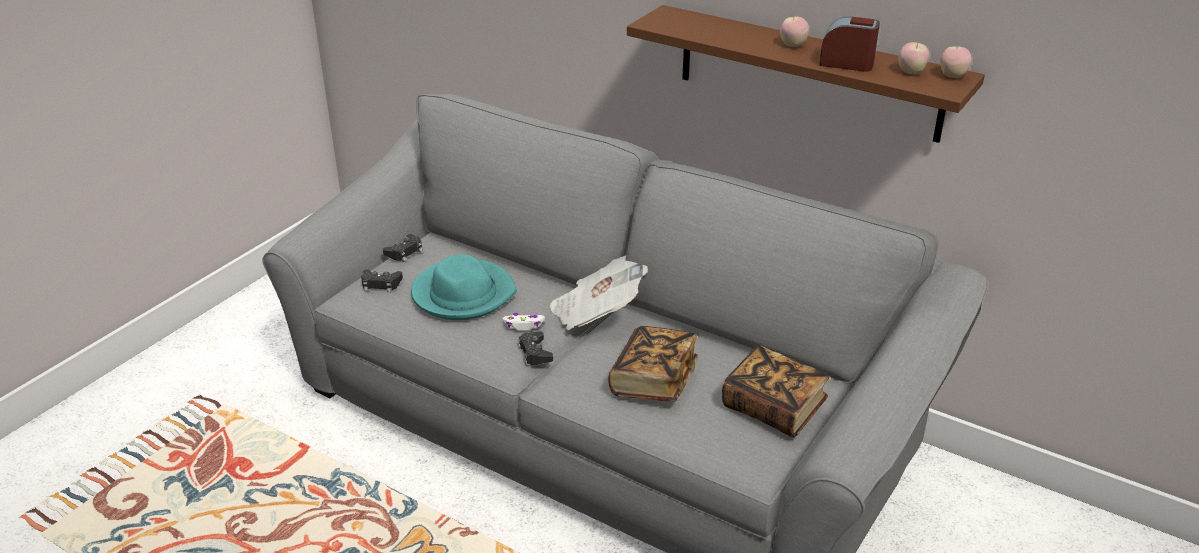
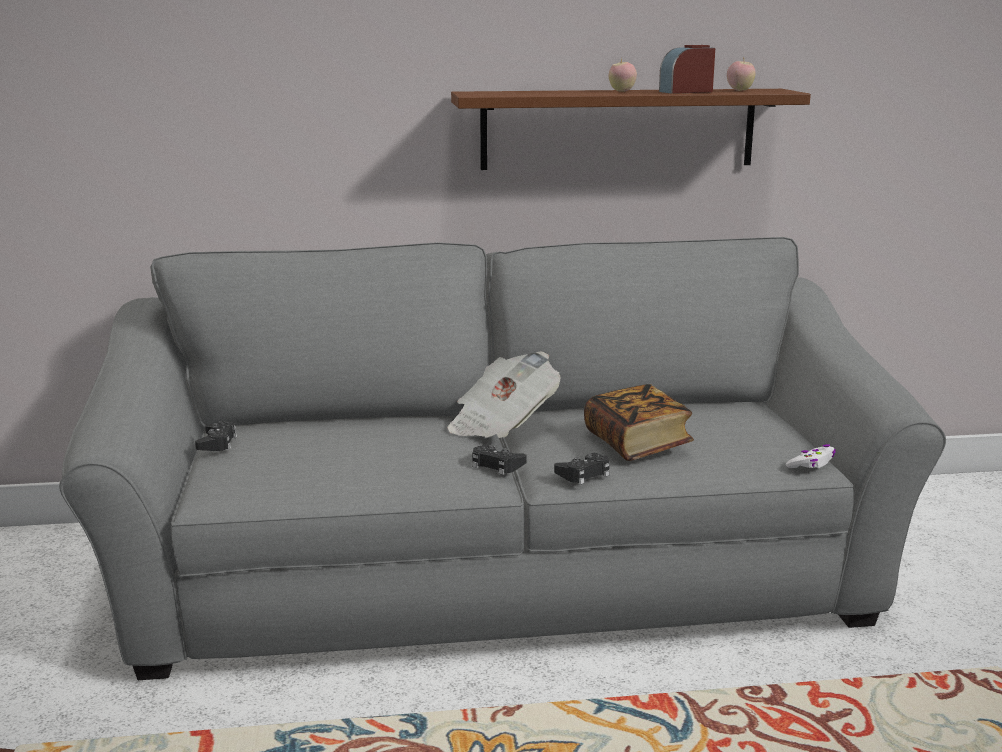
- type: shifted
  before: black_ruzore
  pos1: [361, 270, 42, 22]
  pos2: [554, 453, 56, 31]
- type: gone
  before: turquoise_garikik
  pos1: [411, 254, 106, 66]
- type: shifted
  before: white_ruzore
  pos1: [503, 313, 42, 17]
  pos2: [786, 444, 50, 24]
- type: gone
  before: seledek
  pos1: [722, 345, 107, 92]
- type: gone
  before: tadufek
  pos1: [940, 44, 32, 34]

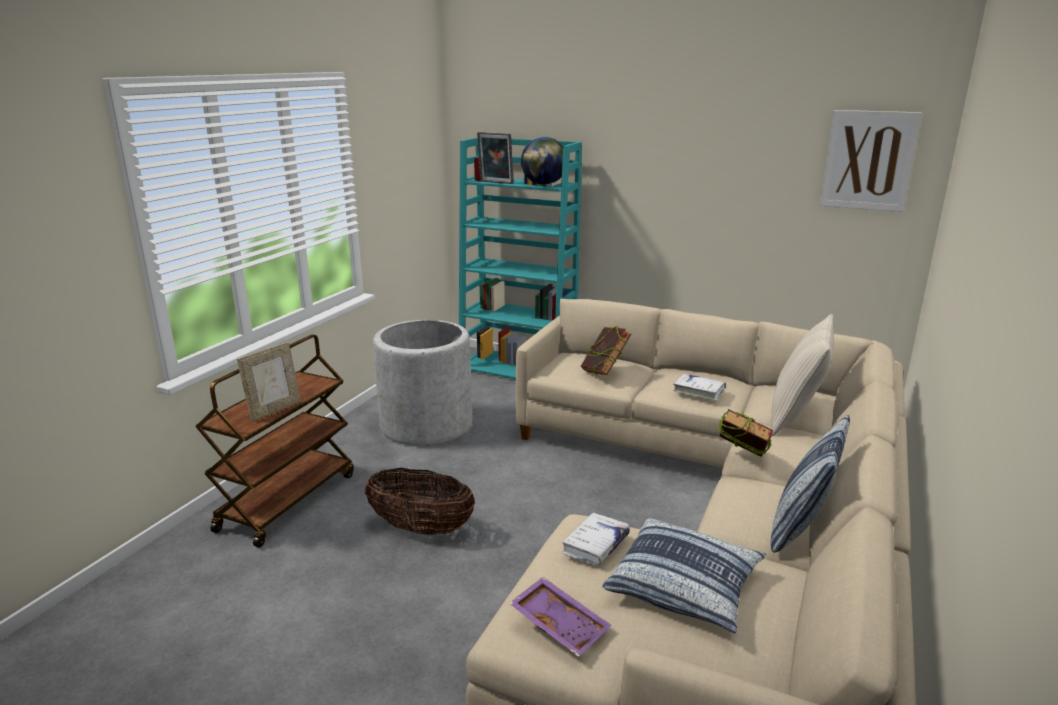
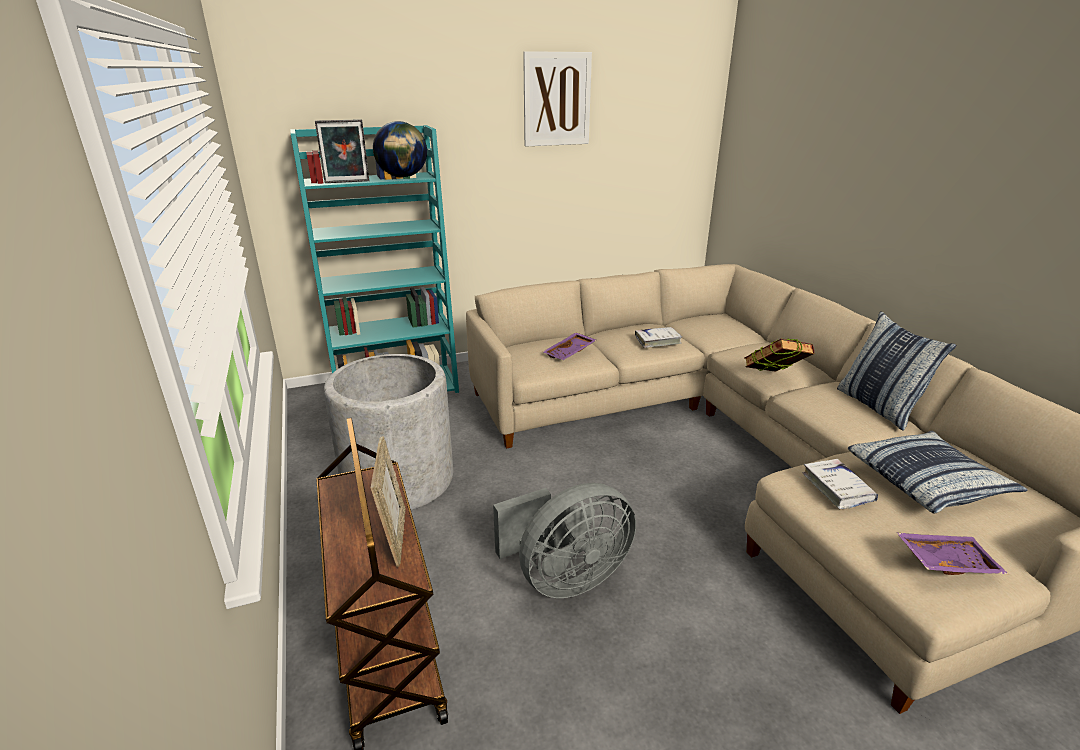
- type: swapped
  before: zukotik
  after: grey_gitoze
  pos1: [365, 468, 110, 67]
  pos2: [493, 483, 143, 115]
- type: swapped
  before: seledek
  after: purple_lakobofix
  pos1: [580, 326, 51, 49]
  pos2: [543, 332, 53, 28]
- type: gone
  before: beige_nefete
  pos1: [771, 314, 63, 122]
- type: shifted
  before: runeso
  pos1: [820, 110, 102, 102]
  pos2: [523, 51, 69, 96]

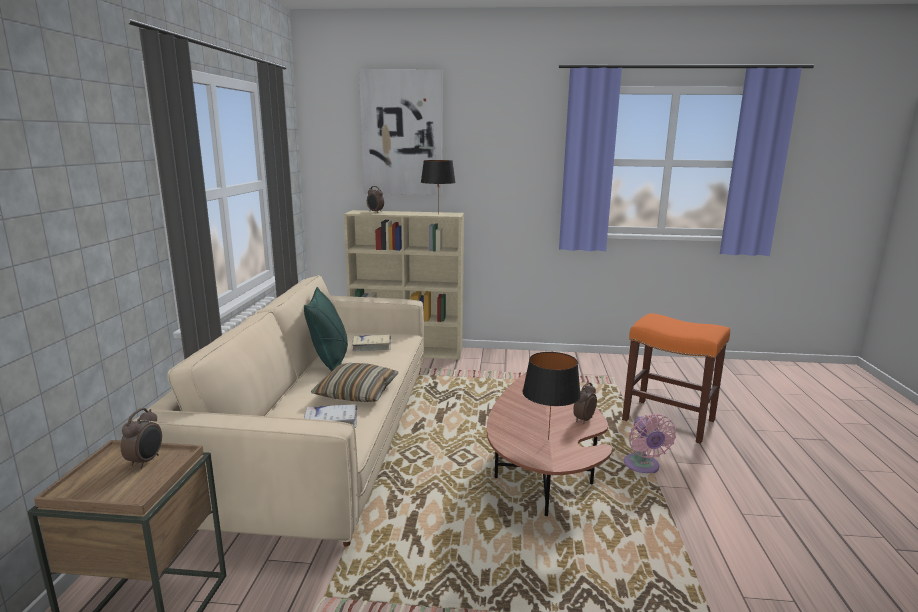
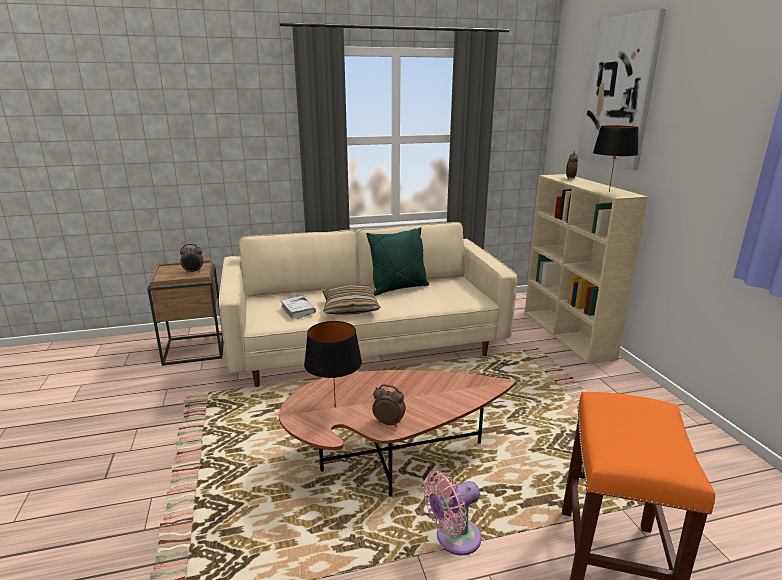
- type: gone
  before: beige_seledek
  pos1: [352, 335, 39, 16]

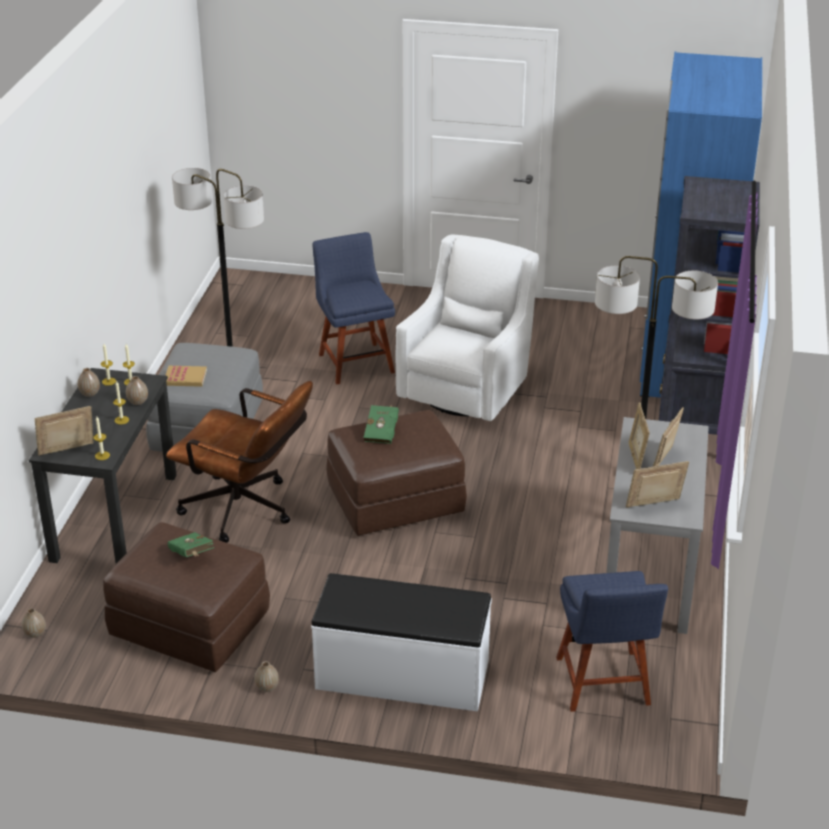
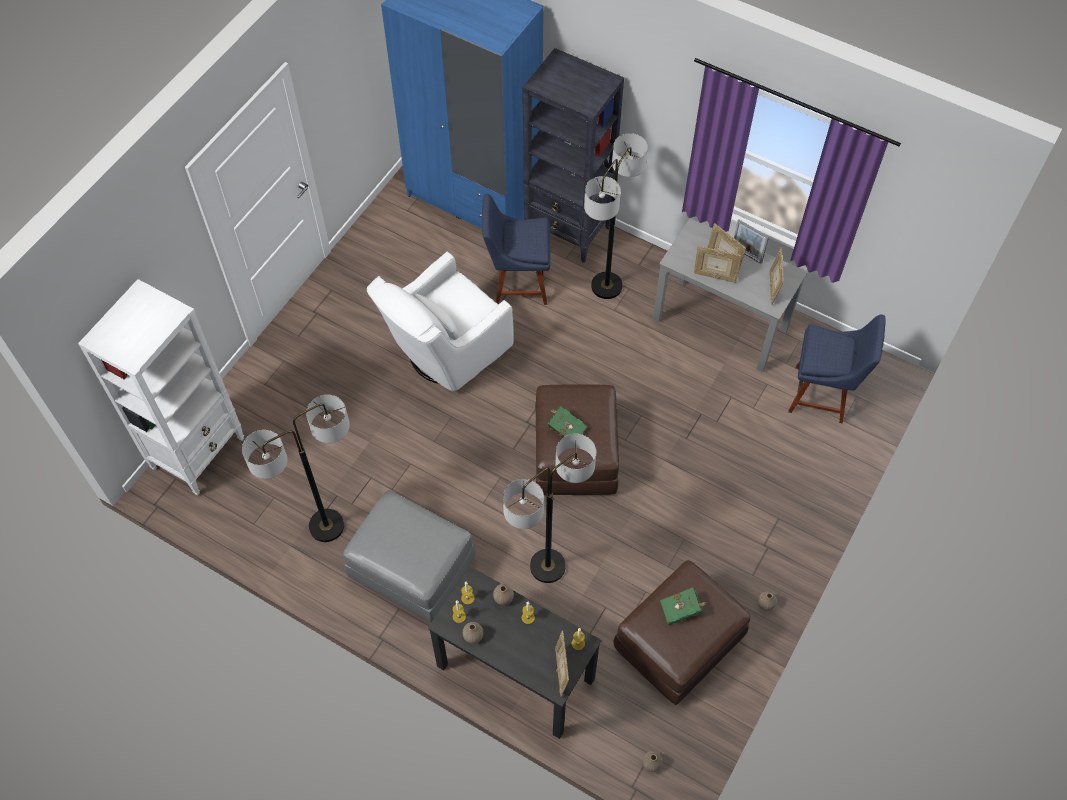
- type: gone
  before: seledek
  pos1: [165, 366, 42, 21]
- type: swapped
  before: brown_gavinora
  after: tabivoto
  pos1: [166, 381, 147, 162]
  pos2: [503, 434, 93, 149]
- type: gone
  before: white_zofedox
  pos1: [311, 573, 181, 138]
- type: shifted
  before: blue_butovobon
  pos1: [312, 232, 83, 152]
  pos2: [482, 194, 68, 111]
- type: rotated
  before: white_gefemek
  pos1: [396, 234, 143, 187]
  pos2: [367, 251, 147, 141]
  turn: -90
- type: new
  after: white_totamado
  pos2: [78, 279, 166, 217]
- type: new
  after: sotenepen
  pos2: [734, 220, 35, 44]

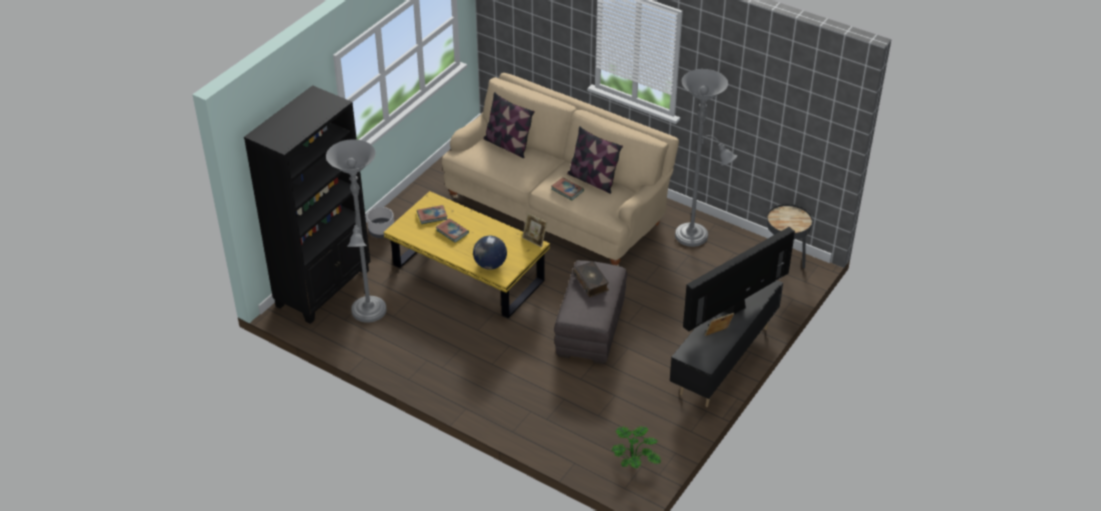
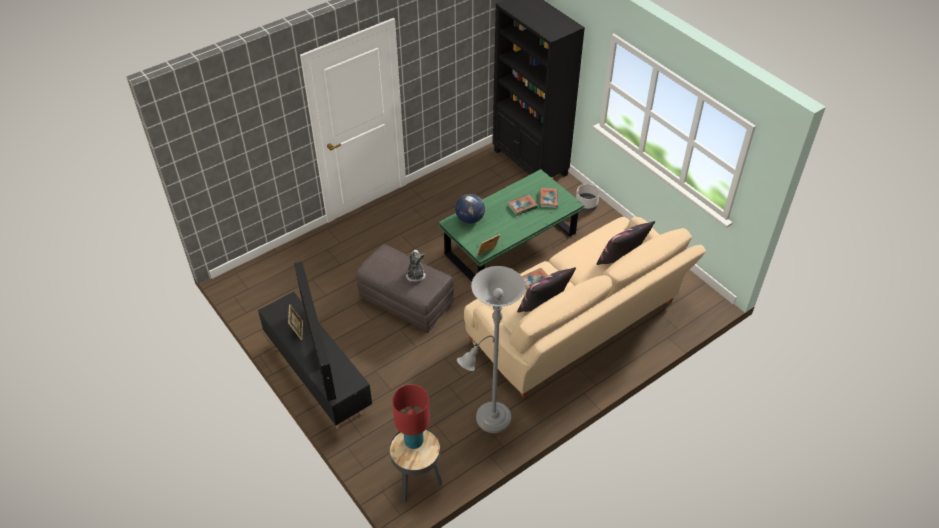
- type: gone
  before: grey_tabivoto
  pos1: [326, 139, 61, 184]
- type: repainted
  before: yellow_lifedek
  after: green_lifedek
  pos1: [384, 191, 166, 127]
  pos2: [438, 169, 147, 112]
- type: swapped
  before: seledek
  after: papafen
  pos1: [573, 261, 36, 36]
  pos2: [406, 250, 20, 32]
- type: gone
  before: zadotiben
  pos1: [612, 426, 49, 43]
- type: new
  after: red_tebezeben
  pos2: [392, 384, 38, 65]

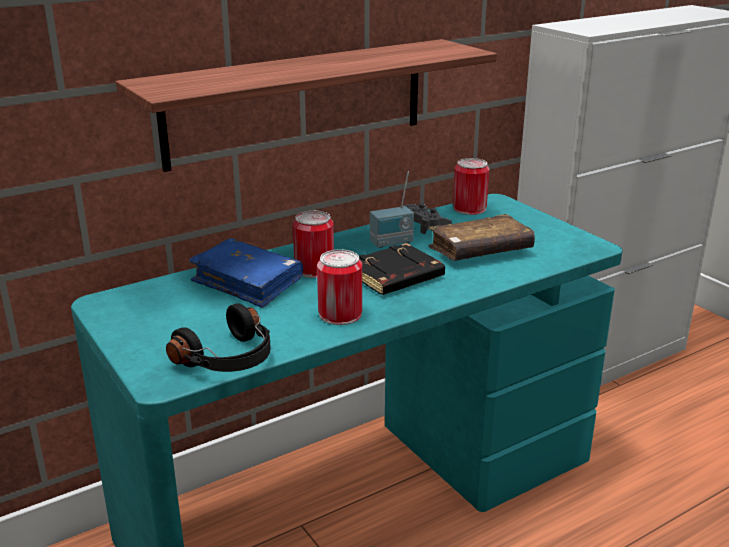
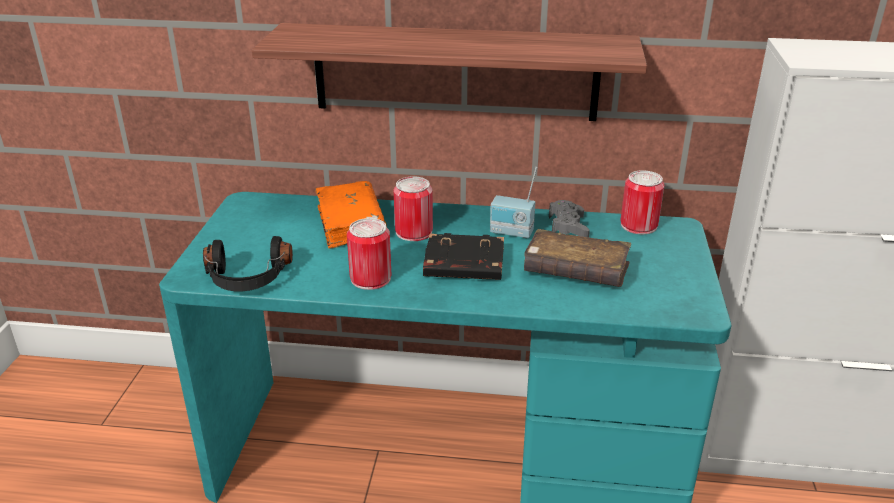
- type: repainted
  before: blue_seledek
  after: orange_seledek
  pos1: [189, 239, 114, 69]
  pos2: [315, 181, 72, 68]

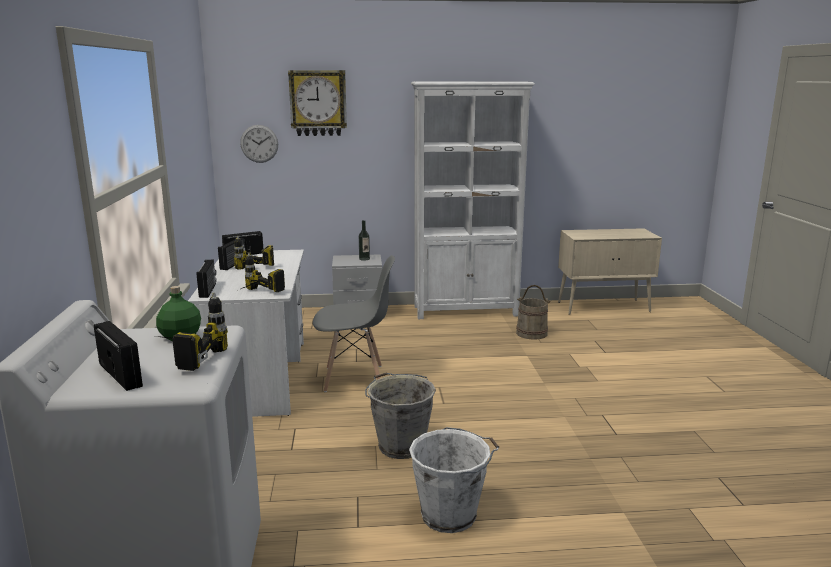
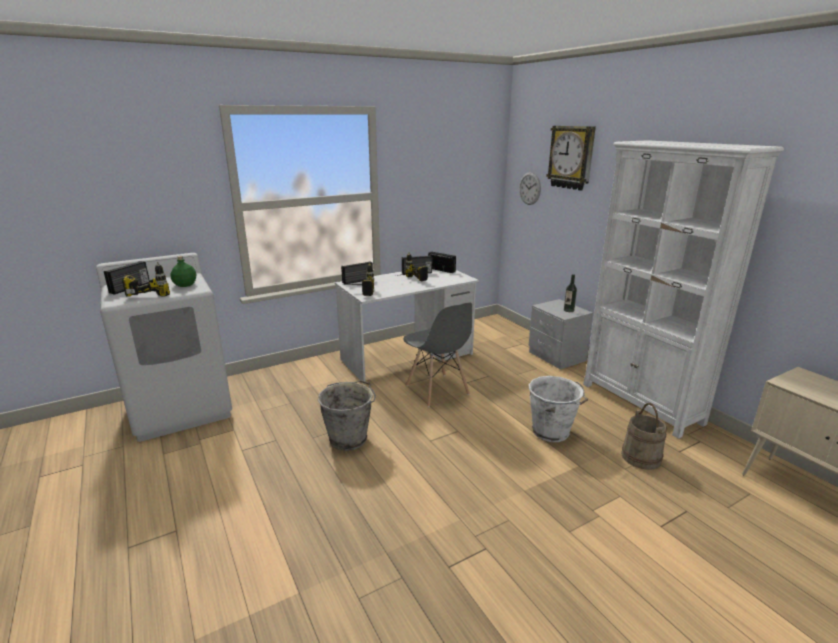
- type: shifted
  before: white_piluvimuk
  pos1: [409, 427, 90, 106]
  pos2: [529, 376, 59, 66]

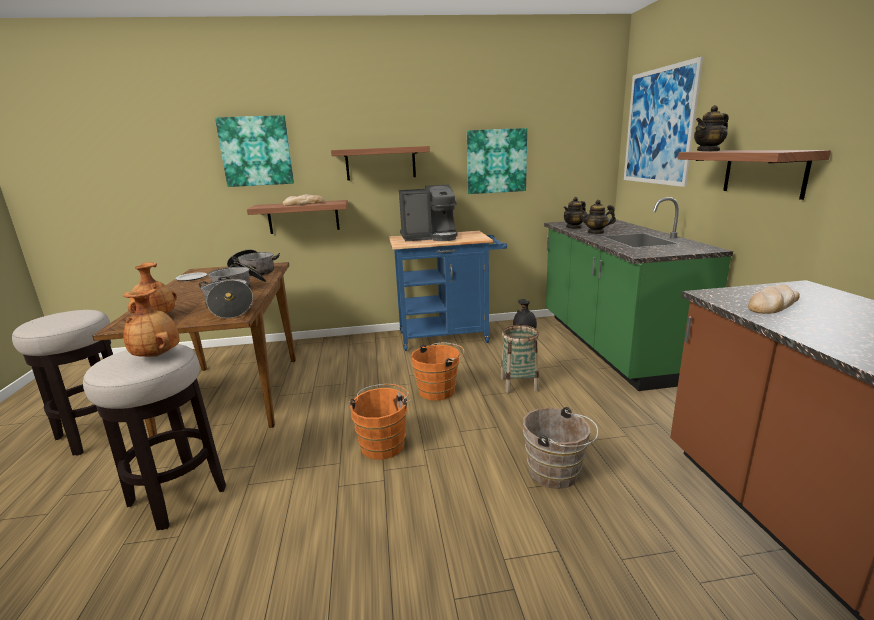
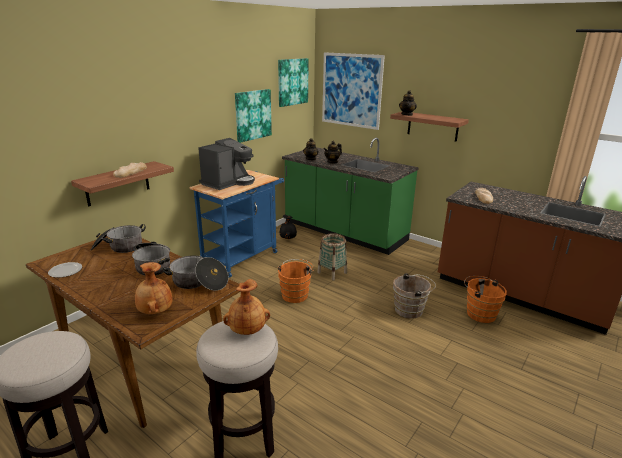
- type: shifted
  before: runeso
  pos1: [215, 115, 79, 72]
  pos2: [278, 58, 31, 49]
- type: gone
  before: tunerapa
  pos1: [331, 146, 99, 35]
- type: shifted
  before: orange_piluvimuk
  pos1: [349, 384, 62, 76]
  pos2: [464, 276, 43, 47]

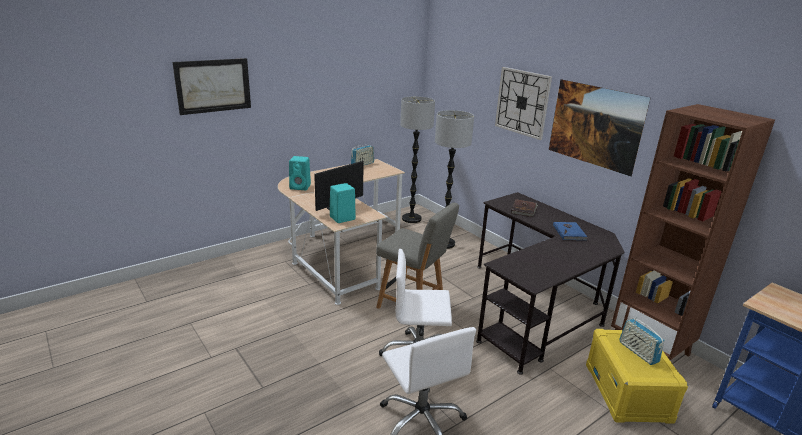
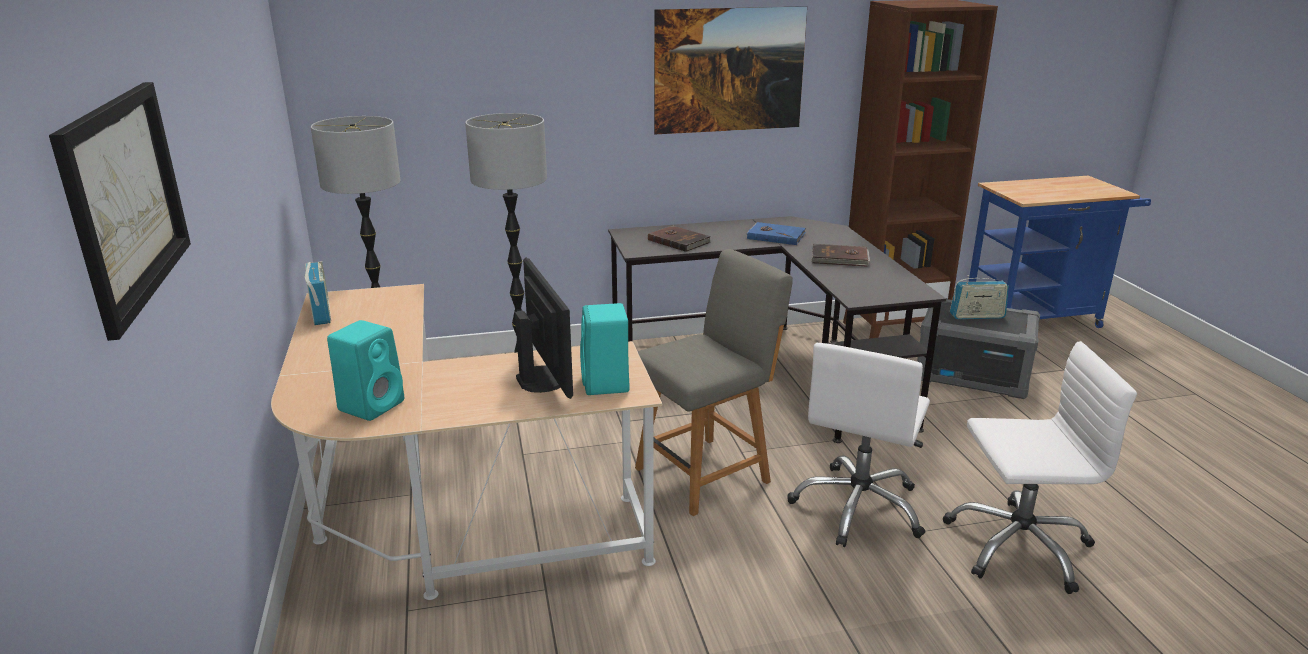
- type: gone
  before: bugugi
  pos1: [495, 67, 57, 73]
- type: repainted
  before: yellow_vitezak
  after: grey_vitezak
  pos1: [586, 329, 103, 95]
  pos2: [917, 298, 123, 101]
- type: new
  after: brown_seledek
  pos2: [811, 244, 59, 23]

